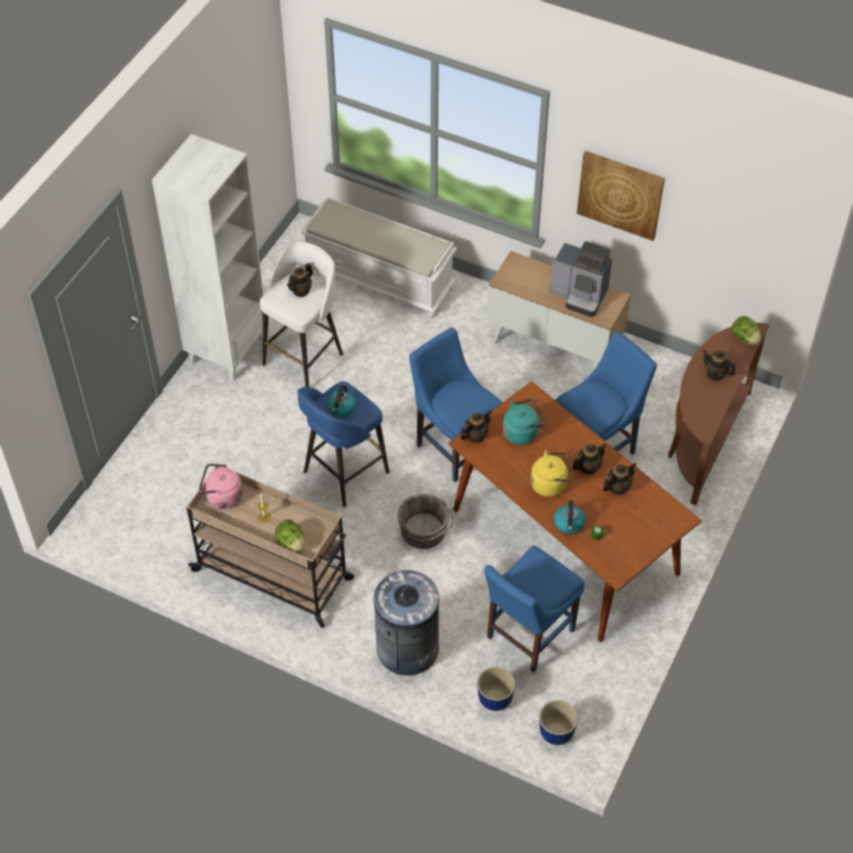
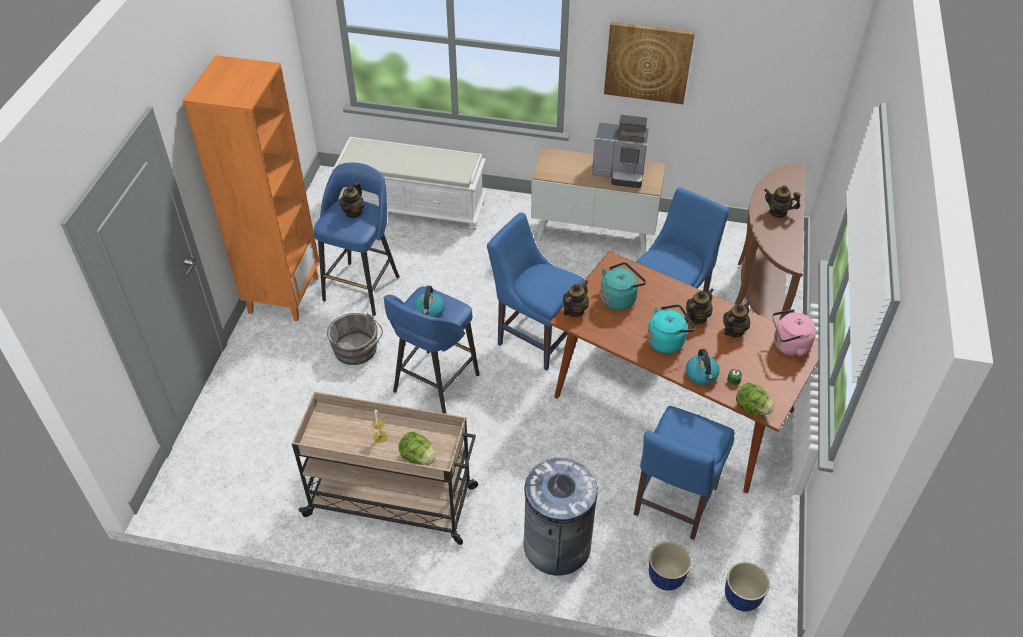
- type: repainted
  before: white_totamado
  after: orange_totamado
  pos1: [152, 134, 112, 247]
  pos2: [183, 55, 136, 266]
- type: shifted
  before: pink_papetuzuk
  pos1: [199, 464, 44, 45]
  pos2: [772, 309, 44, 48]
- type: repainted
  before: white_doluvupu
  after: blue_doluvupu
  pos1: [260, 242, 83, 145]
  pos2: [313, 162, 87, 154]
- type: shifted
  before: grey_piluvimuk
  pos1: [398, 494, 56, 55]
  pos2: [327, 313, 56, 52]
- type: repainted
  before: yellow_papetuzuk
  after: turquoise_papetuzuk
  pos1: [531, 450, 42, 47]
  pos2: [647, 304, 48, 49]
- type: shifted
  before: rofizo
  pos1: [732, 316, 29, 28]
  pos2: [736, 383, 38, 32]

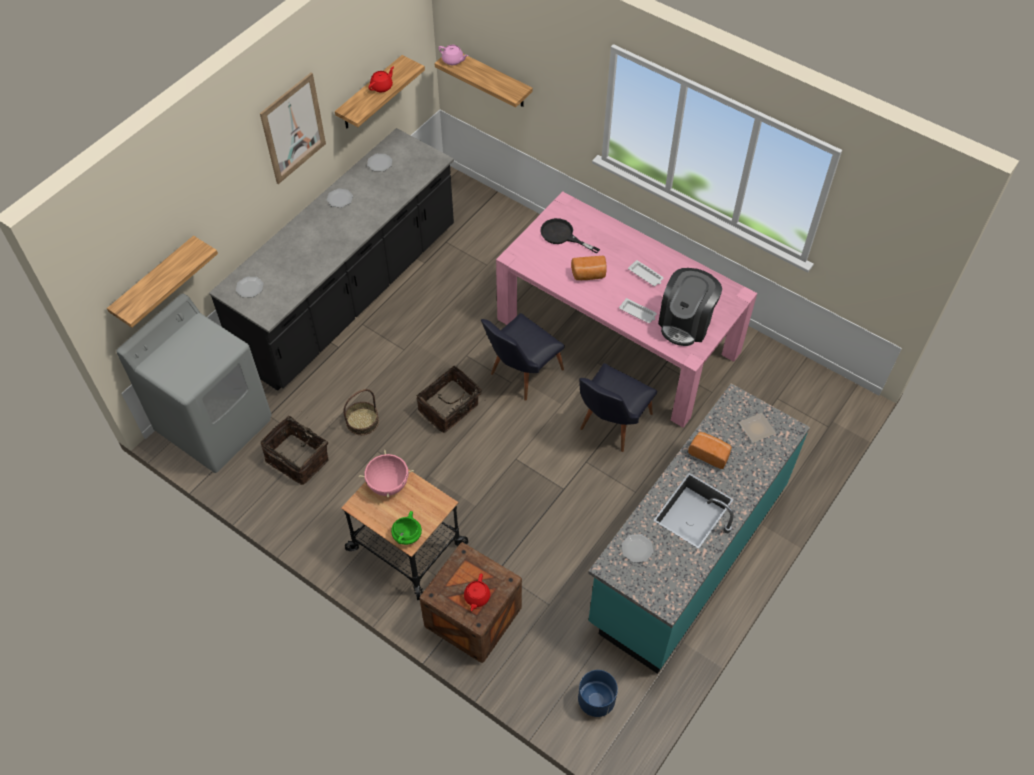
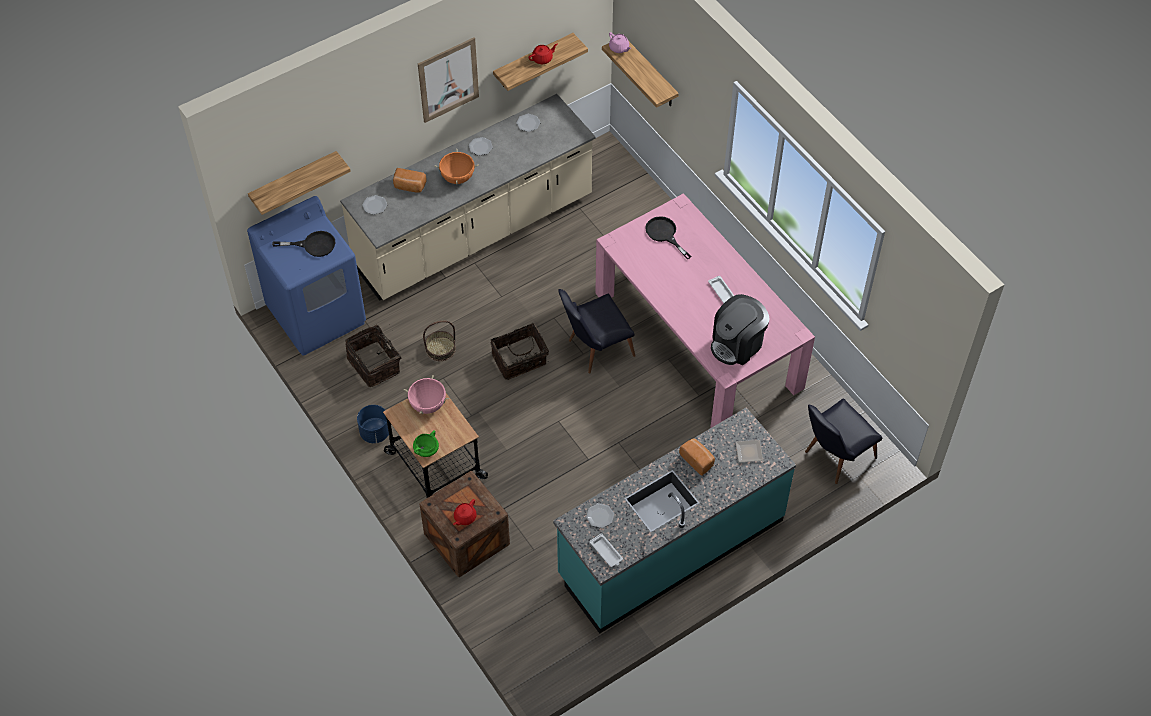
- type: repainted
  before: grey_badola
  after: blue_badola
  pos1: [117, 294, 154, 179]
  pos2: [247, 196, 119, 160]
- type: repainted
  before: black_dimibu
  after: beige_dimibu
  pos1: [209, 128, 245, 263]
  pos2: [340, 94, 256, 207]
- type: shifted
  before: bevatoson
  pos1: [571, 256, 36, 24]
  pos2: [393, 168, 34, 25]
- type: shifted
  before: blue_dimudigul
  pos1: [578, 670, 40, 47]
  pos2: [357, 405, 32, 38]
- type: shifted
  before: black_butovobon
  pos1: [579, 363, 78, 89]
  pos2: [805, 398, 78, 86]
- type: shifted
  before: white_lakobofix
  pos1: [619, 298, 38, 25]
  pos2: [590, 533, 33, 34]
- type: new
  after: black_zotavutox
  pos2: [272, 231, 63, 26]
- type: new
  after: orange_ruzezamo
  pos2: [435, 149, 44, 36]

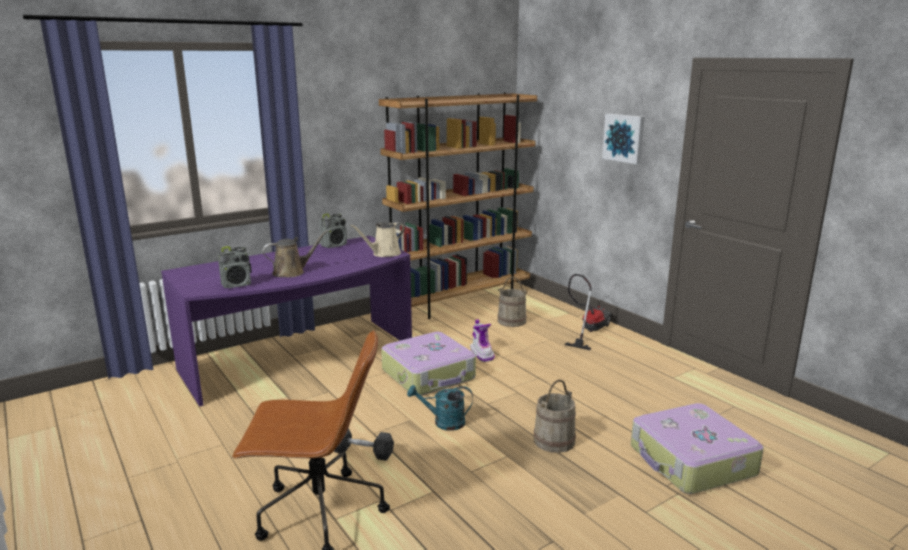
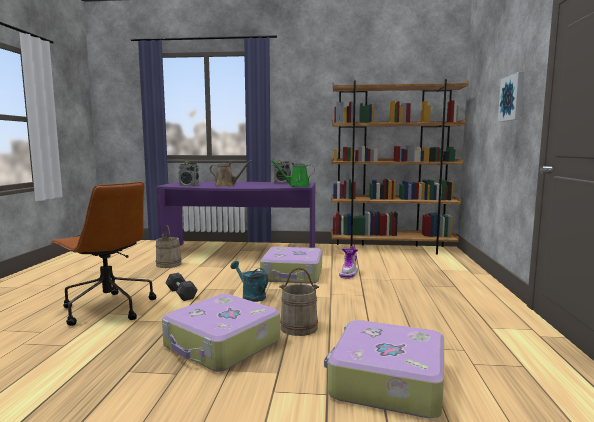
- type: repainted
  before: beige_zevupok
  after: green_zevupok
  pos1: [350, 222, 55, 35]
  pos2: [271, 160, 44, 27]
- type: shifted
  before: beige_piluvimuk
  pos1: [497, 277, 31, 50]
  pos2: [155, 225, 26, 43]
- type: gone
  before: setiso
  pos1: [564, 274, 48, 76]
- type: new
  after: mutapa
  pos2: [162, 294, 118, 78]

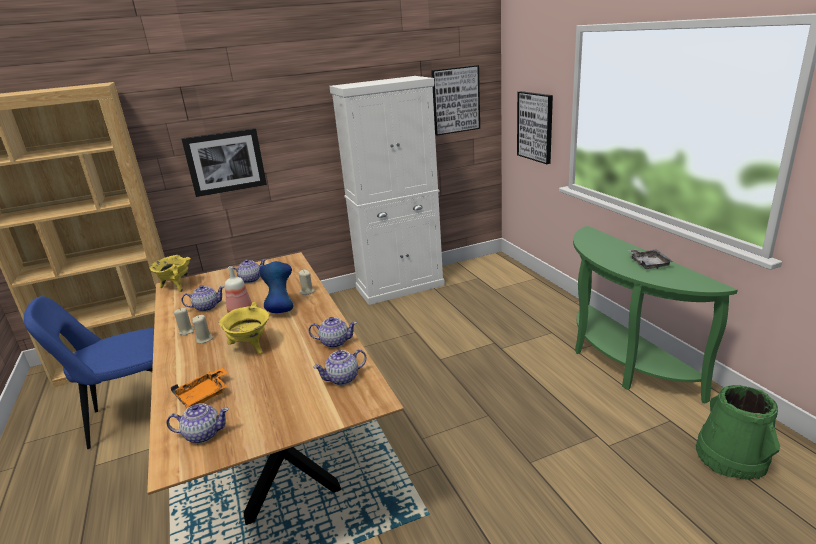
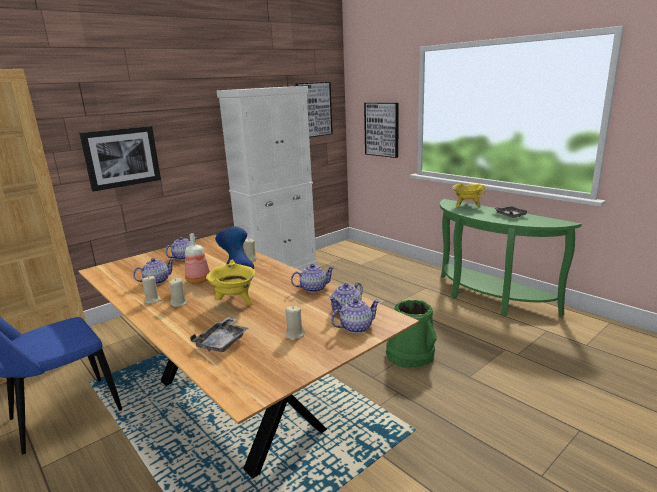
- type: shifted
  before: yellow_ruzezamo
  pos1: [149, 255, 42, 37]
  pos2: [452, 183, 33, 25]
- type: shifted
  before: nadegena
  pos1: [167, 403, 62, 40]
  pos2: [331, 299, 49, 34]
- type: repainted
  before: orange_lakobofix
  after: grey_lakobofix
  pos1: [171, 368, 57, 39]
  pos2: [190, 317, 58, 35]
- type: shifted
  before: green_piluvimuk
  pos1: [696, 385, 84, 95]
  pos2: [386, 299, 51, 69]
- type: new
  after: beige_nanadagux
  pos2: [285, 306, 20, 34]

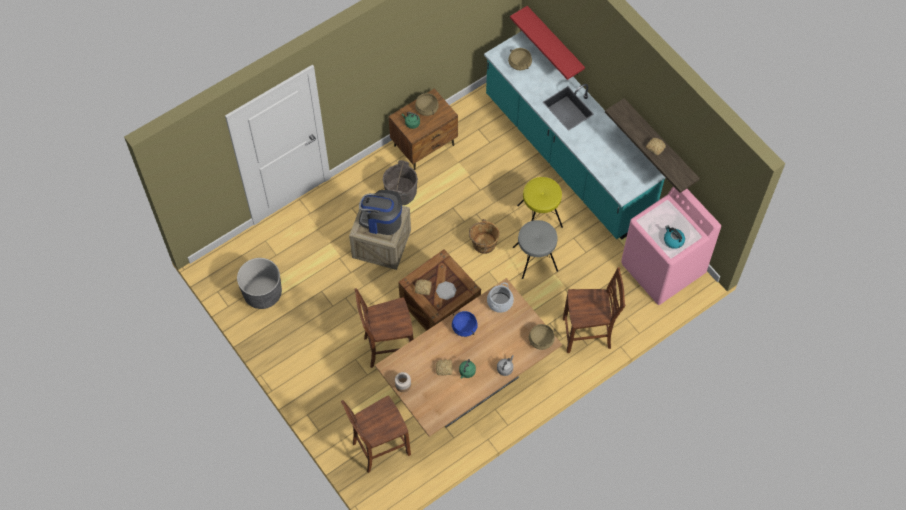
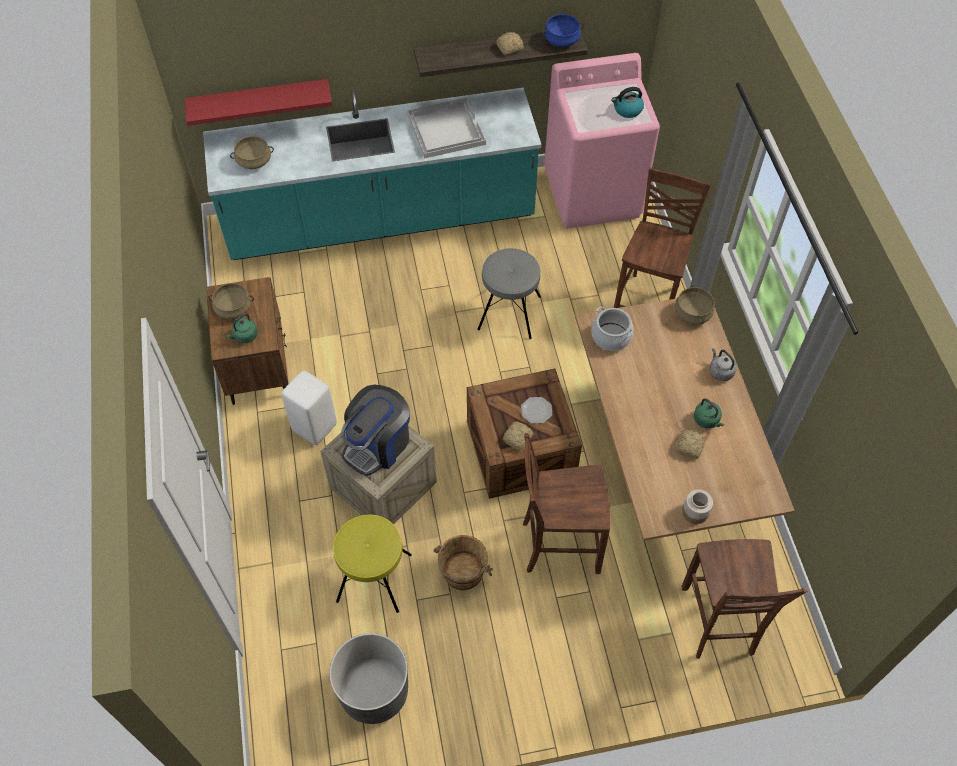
- type: rotated
  before: brown_butovobon
  pos1: [355, 288, 59, 80]
  pos2: [523, 434, 87, 140]
  turn: 75
- type: swapped
  before: grey_piluvimuk
  after: white_doluvupu
  pos1: [383, 160, 35, 45]
  pos2: [281, 371, 56, 74]
- type: shifted
  before: blue_ruzezamo
  pos1: [452, 311, 26, 26]
  pos2: [543, 14, 41, 33]
- type: shifted
  before: brown_piluvimuk
  pos1: [469, 219, 30, 35]
  pos2: [433, 535, 60, 55]
- type: shifted
  before: yellow_doluvupu
  pos1: [517, 177, 46, 51]
  pos2: [333, 515, 79, 98]
- type: new
  after: white_lakobofix
  pos2: [407, 97, 79, 62]

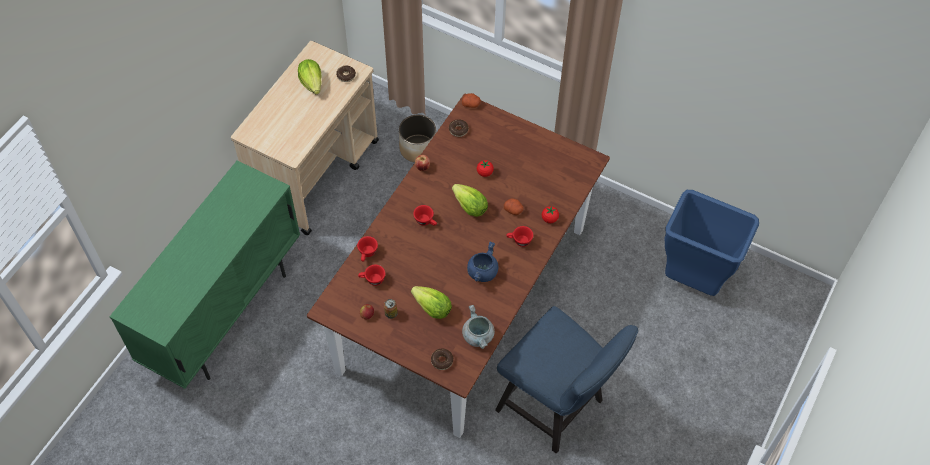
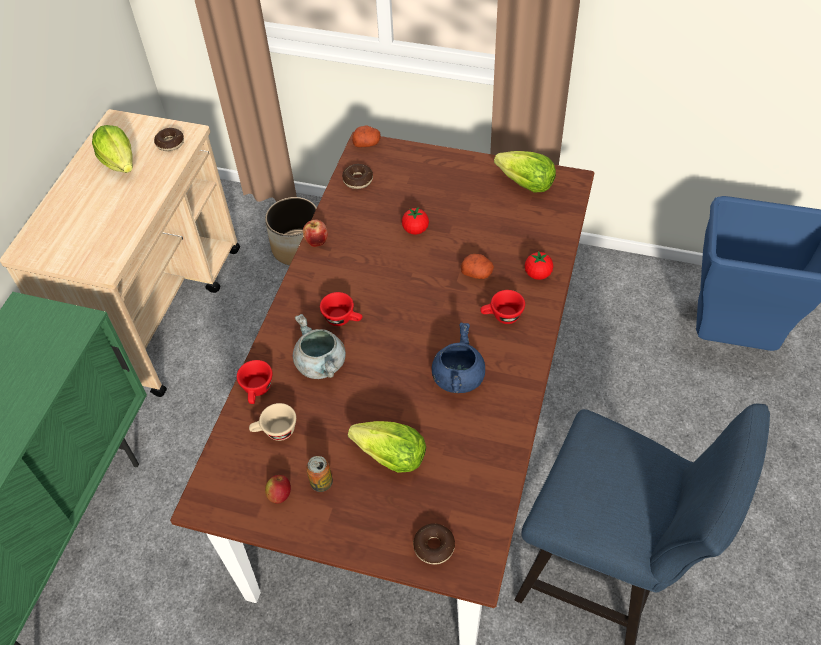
- type: repainted
  before: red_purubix
  after: beige_purubix
  pos1: [358, 265, 27, 21]
  pos2: [249, 403, 47, 38]
- type: shifted
  before: rofizo
  pos1: [452, 184, 36, 33]
  pos2: [494, 151, 62, 42]
- type: shifted
  before: grey_ruzezamo
  pos1: [462, 305, 33, 44]
  pos2: [293, 314, 53, 65]

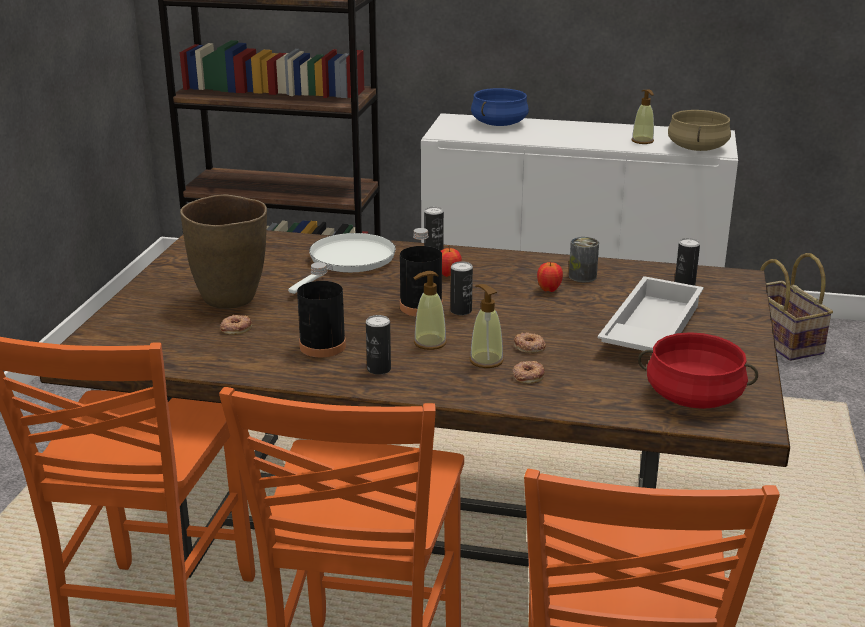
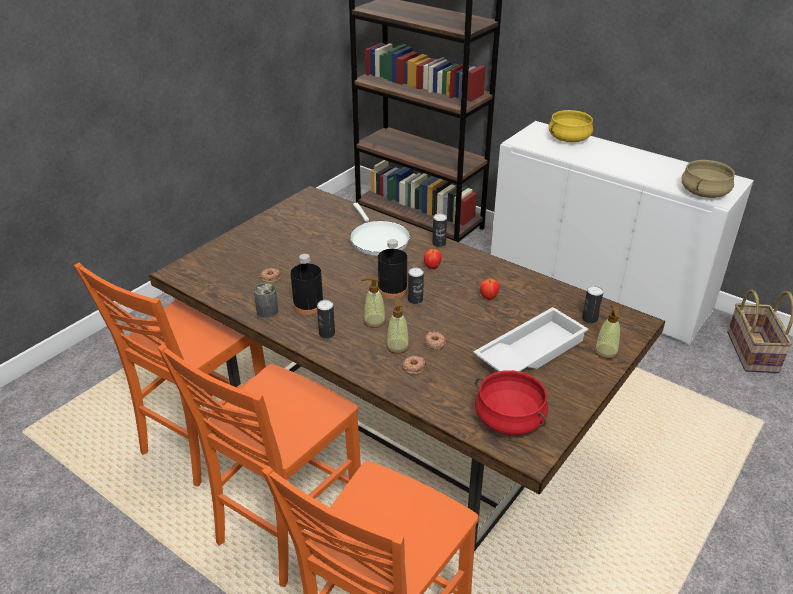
- type: gone
  before: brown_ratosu
  pos1: [180, 195, 87, 114]
- type: rotated
  before: white_zotavutox
  pos1: [288, 233, 108, 61]
  pos2: [350, 203, 60, 53]
  turn: 105
- type: repainted
  before: blue_ruzezamo
  after: yellow_ruzezamo
  pos1: [471, 88, 58, 38]
  pos2: [549, 110, 44, 32]
- type: shifted
  before: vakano
  pos1: [569, 237, 30, 45]
  pos2: [254, 283, 24, 36]
- type: shifted
  before: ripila
  pos1: [631, 89, 23, 55]
  pos2: [594, 305, 26, 54]

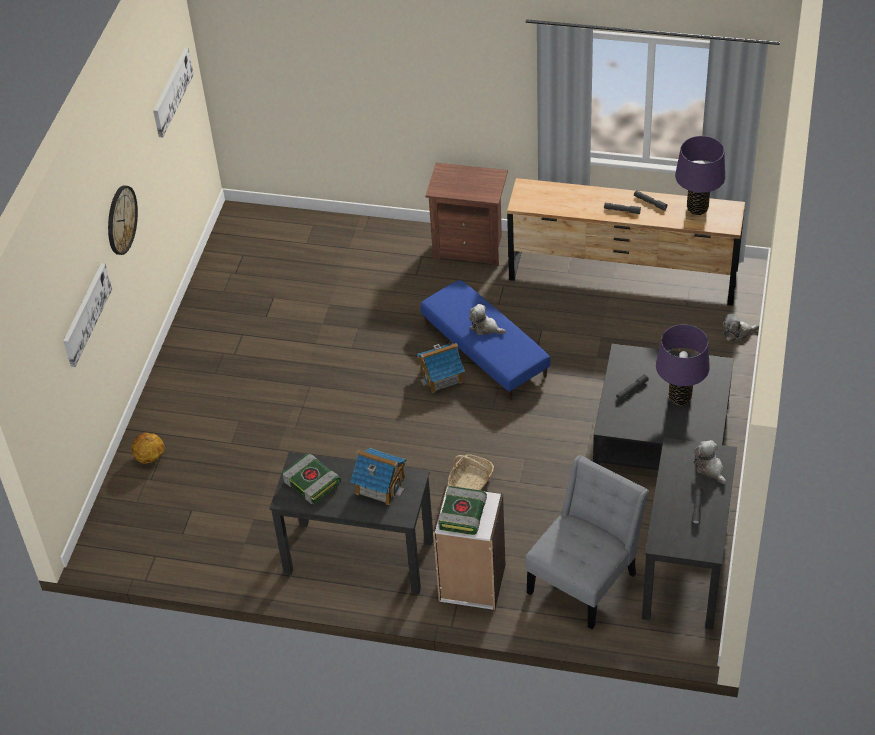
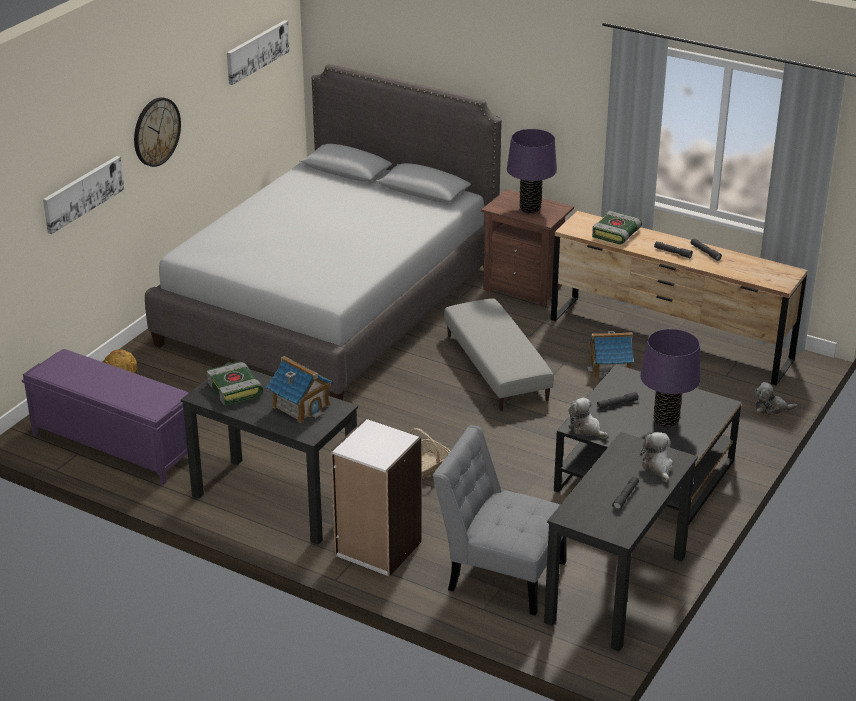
- type: shifted
  before: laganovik
  pos1: [417, 343, 48, 50]
  pos2: [587, 331, 47, 48]
- type: repainted
  before: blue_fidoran
  after: grey_fidoran
  pos1: [420, 280, 130, 120]
  pos2: [444, 299, 110, 112]
- type: shifted
  before: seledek
  pos1: [438, 486, 49, 49]
  pos2: [592, 211, 50, 33]
- type: shifted
  before: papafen
  pos1: [469, 304, 37, 31]
  pos2: [568, 397, 40, 42]
- type: rotated
  before: grey_butovobon
  pos1: [525, 455, 124, 174]
  pos2: [433, 425, 134, 190]
  turn: -120
- type: shifted
  before: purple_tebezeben
  pos1: [675, 136, 50, 79]
  pos2: [507, 129, 50, 85]
- type: new
  after: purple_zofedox
  pos2: [22, 349, 167, 136]
- type: new
  after: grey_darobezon
  pos2: [145, 64, 357, 336]

